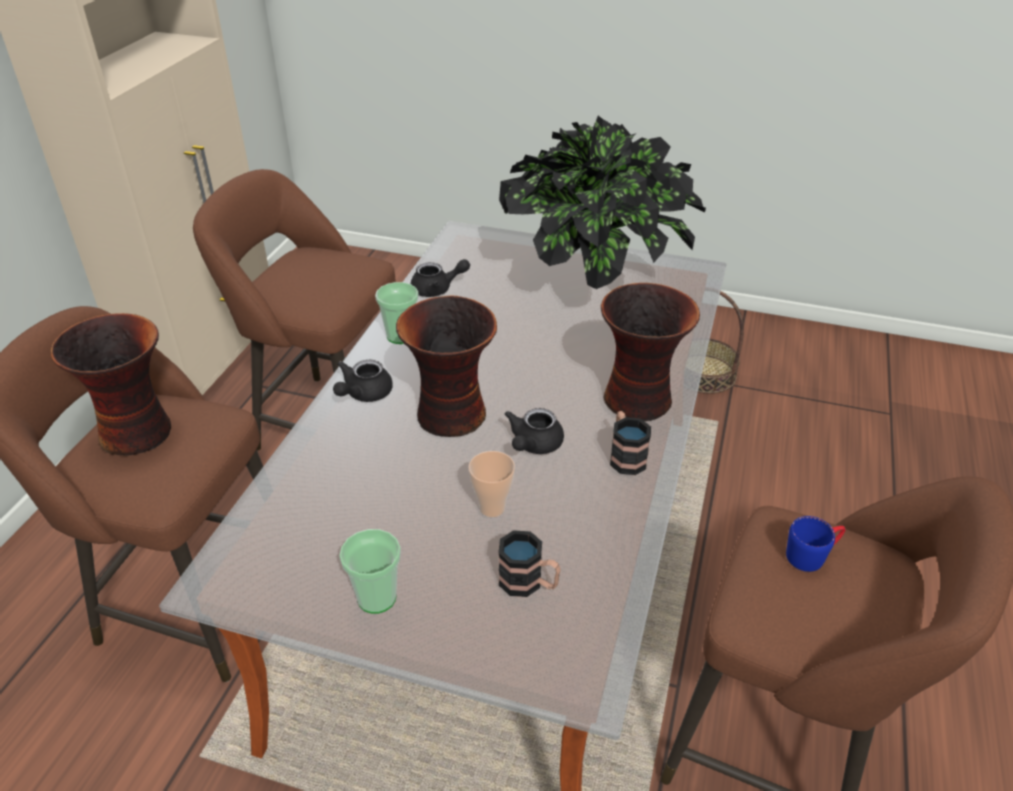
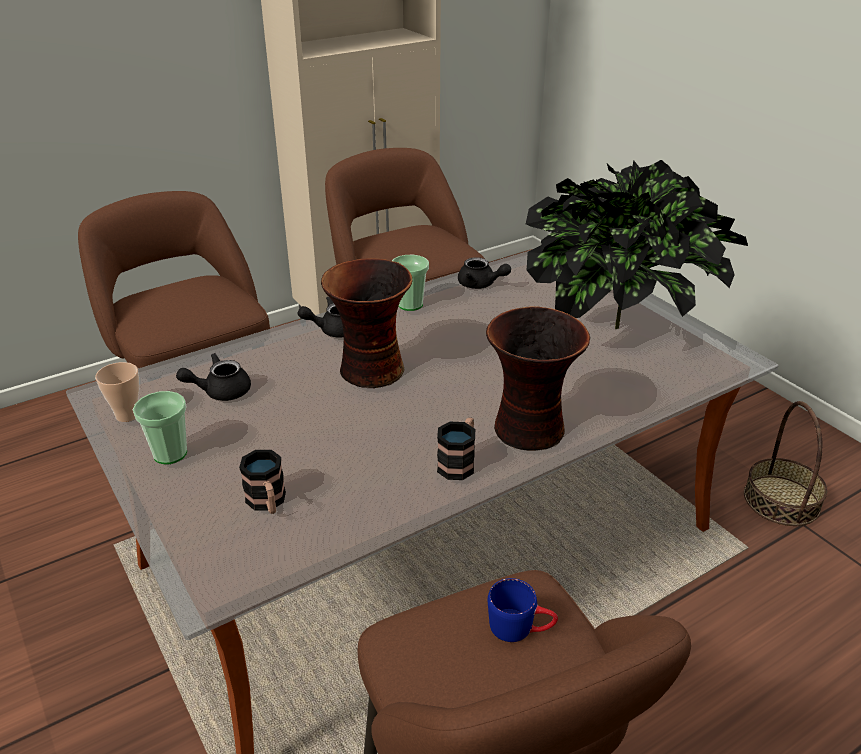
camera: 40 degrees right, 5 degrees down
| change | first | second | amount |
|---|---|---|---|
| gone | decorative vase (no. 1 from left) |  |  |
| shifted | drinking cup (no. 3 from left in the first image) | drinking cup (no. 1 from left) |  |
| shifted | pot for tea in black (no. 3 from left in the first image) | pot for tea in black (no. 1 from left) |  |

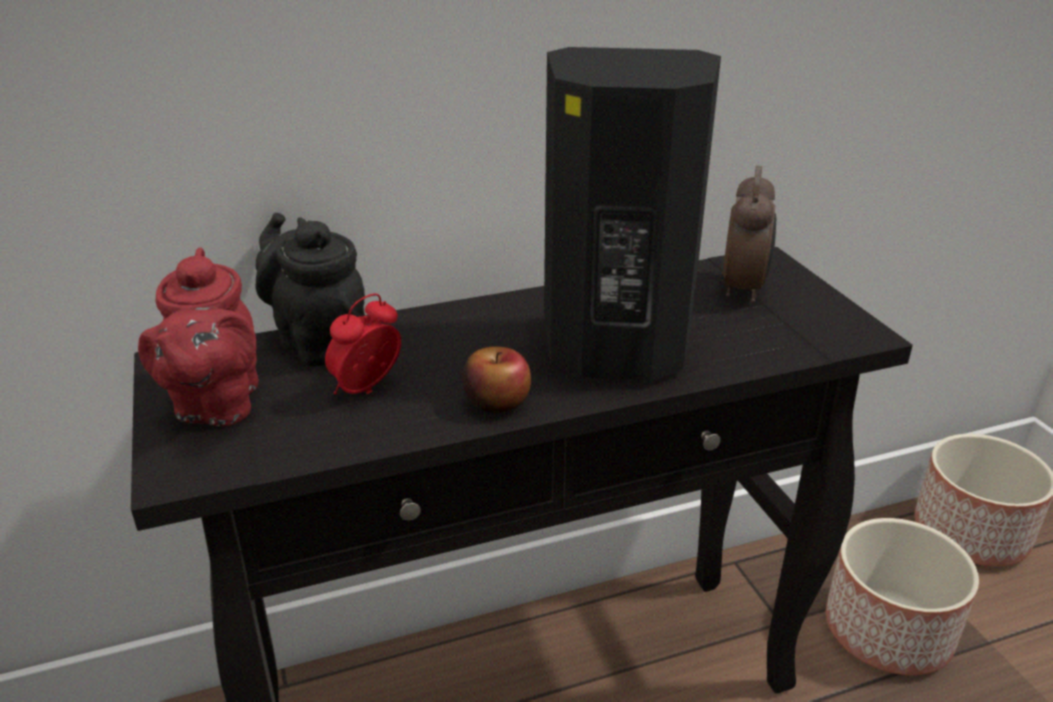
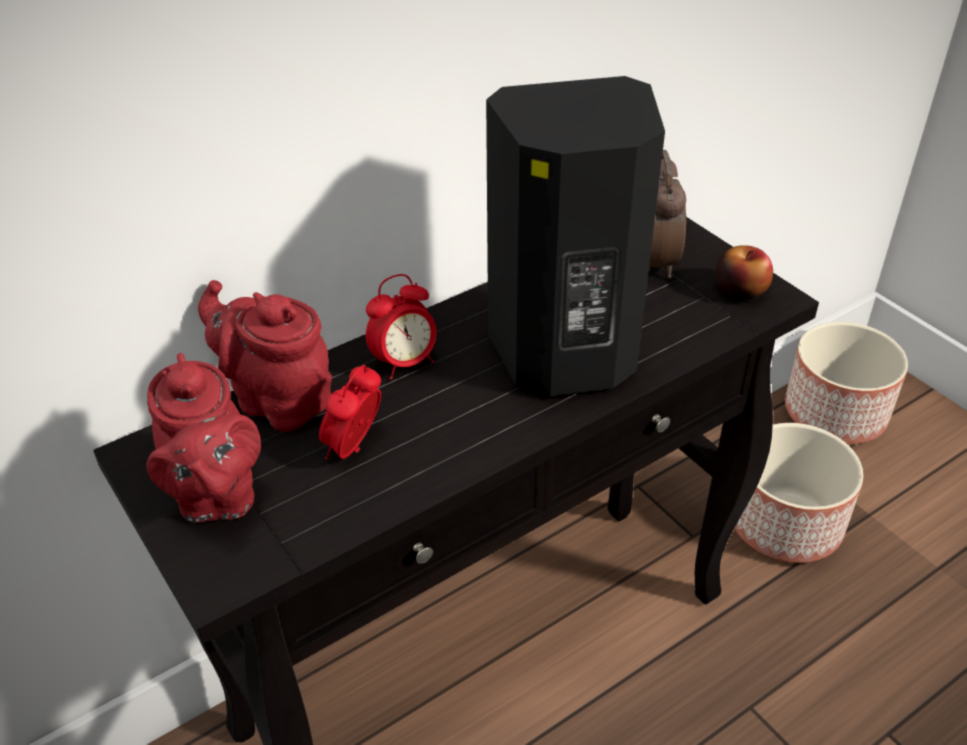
camera: 15 degrees left, 10 degrees up
| change | first | second | amount |
|---|---|---|---|
| new |  | table clock (no. 2 from left) |  |
| shifted | whole apple |  |  |
| repainted | pot for tea in black | pot for tea in reddish (no. 2 from left) |  |

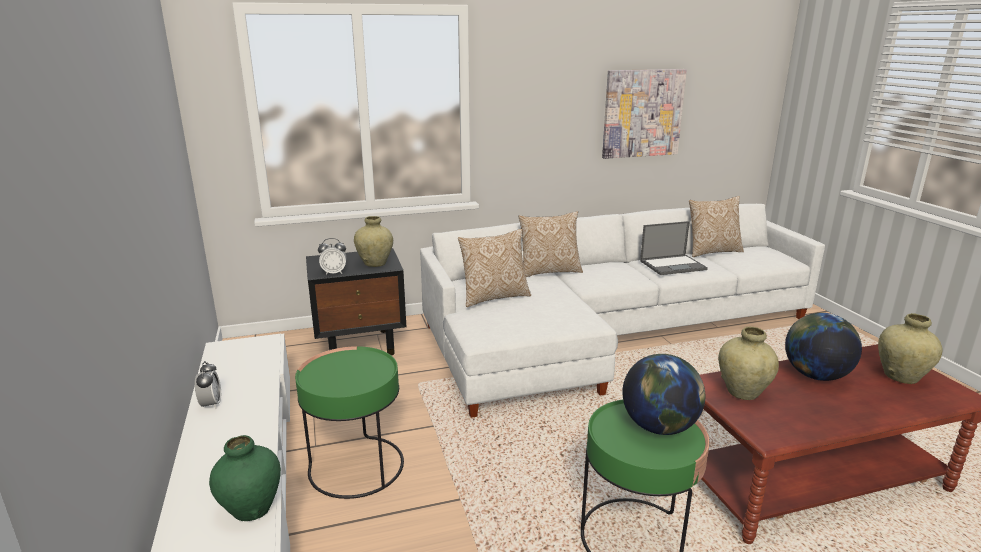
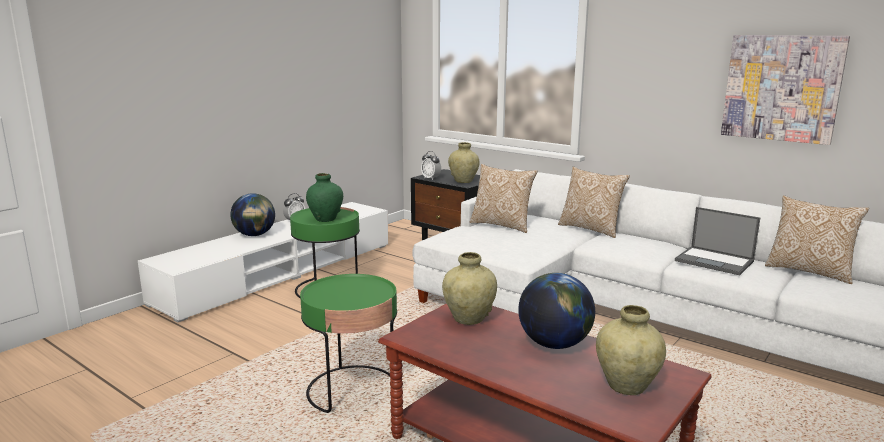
camera: 55 degrees right, 5 degrees down
| change | first | second | amount |
|---|---|---|---|
| shifted | decorative vase in green |  |  |
| shifted | desk globe (no. 1 from left) |  |  |

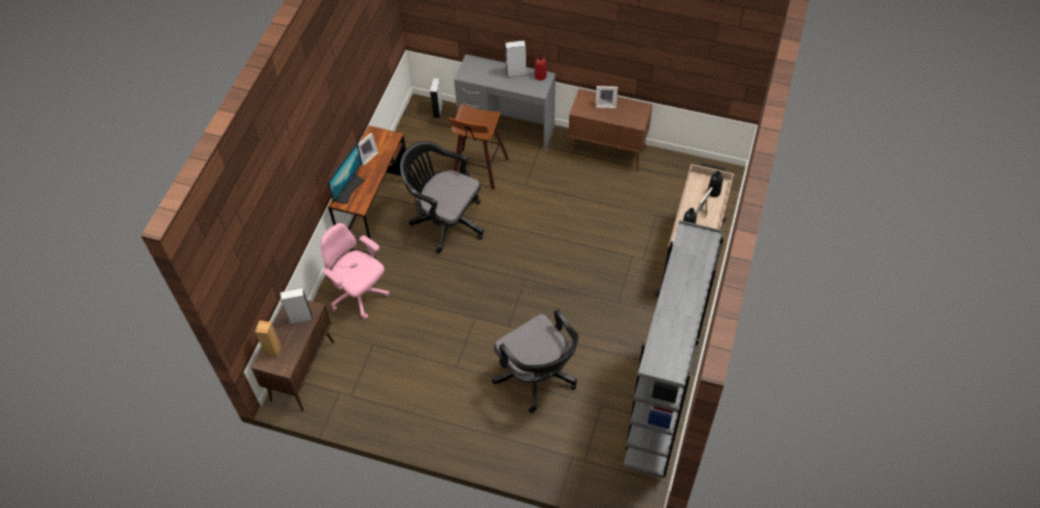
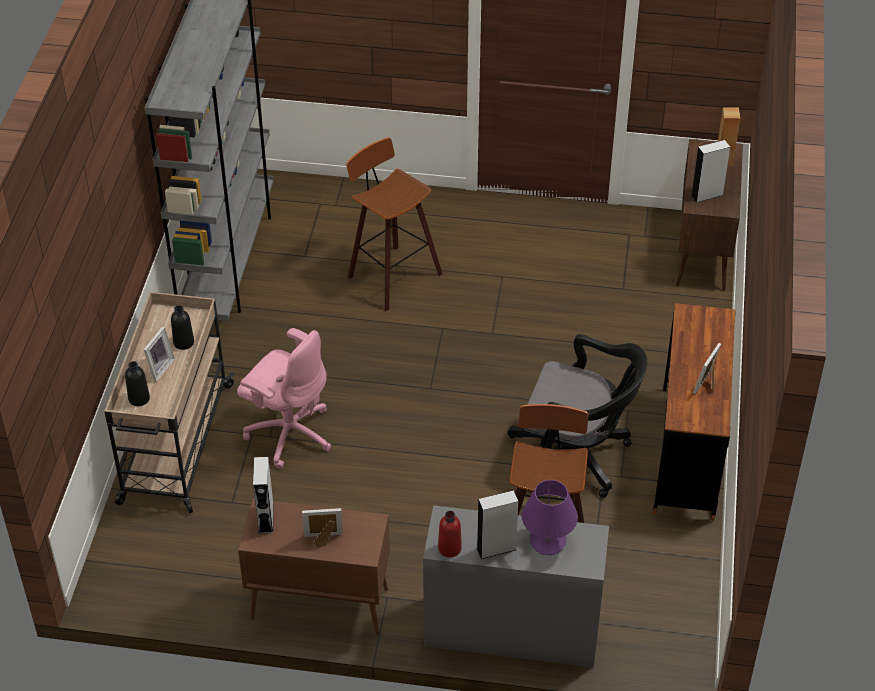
camera: 170 degrees right, 10 degrees down
| change | first | second | amount |
|---|---|---|---|
| gone | monitor |  |  |
| new |  | lamp for a table in purplish |  |
| shifted | office chair in pink-coloured |  |  |
| shifted | loudspeaker in grey (no. 2 from left in the first image) | loudspeaker in grey (no. 1 from left) |  |
| swapped | office chair in black (no. 2 from left) | sitting stool (no. 1 from left) |  |

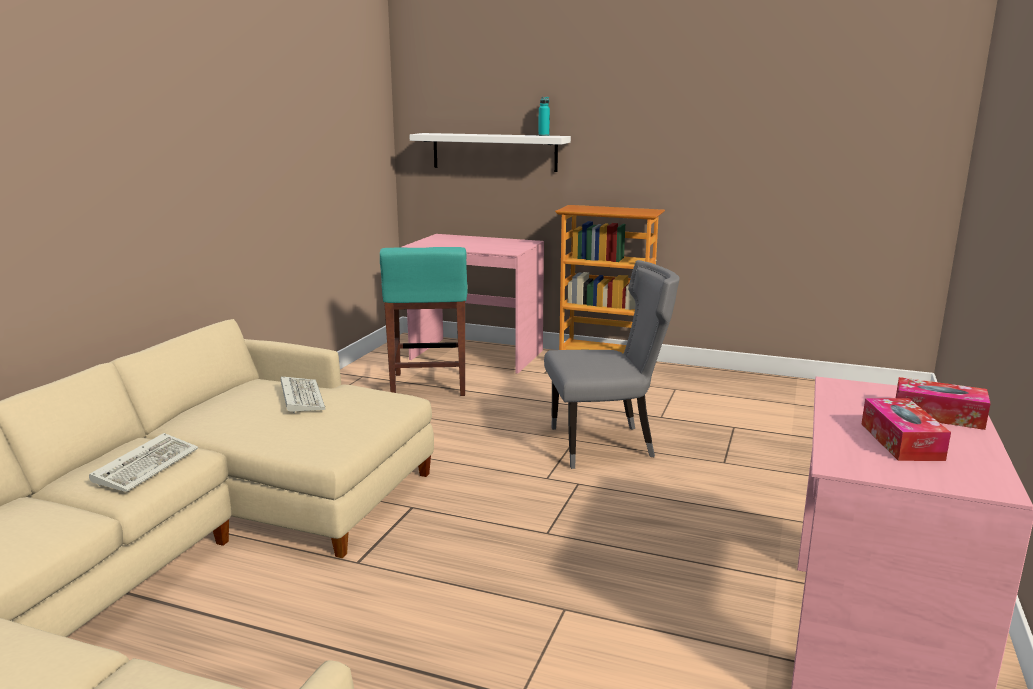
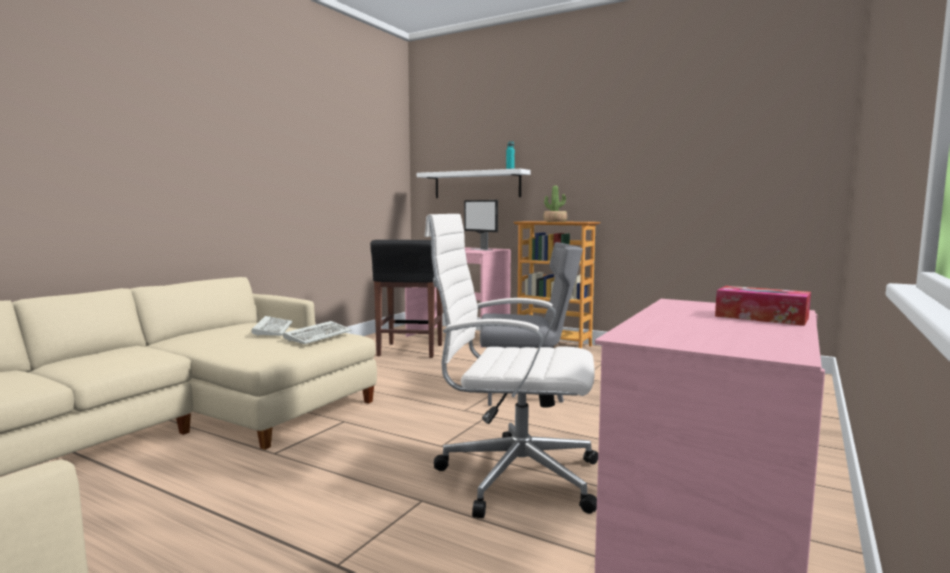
camera: 10 degrees right, 10 degrees down
| change | first | second | amount |
|---|---|---|---|
| gone | tissue box (no. 1 from left) |  |  |
| new |  | office chair in whitish |  |
| new |  | monitor |  |
| new |  | plant in a pot |  |
| shifted | keyboard (no. 1 from left in the first image) | keyboard (no. 2 from left) |  |
| repainted | sitting stool in blue-green | sitting stool in black |  |

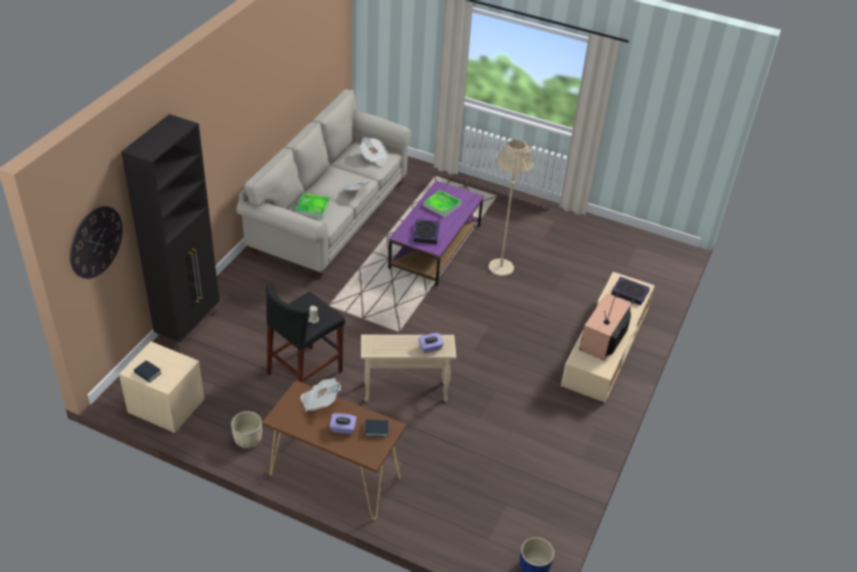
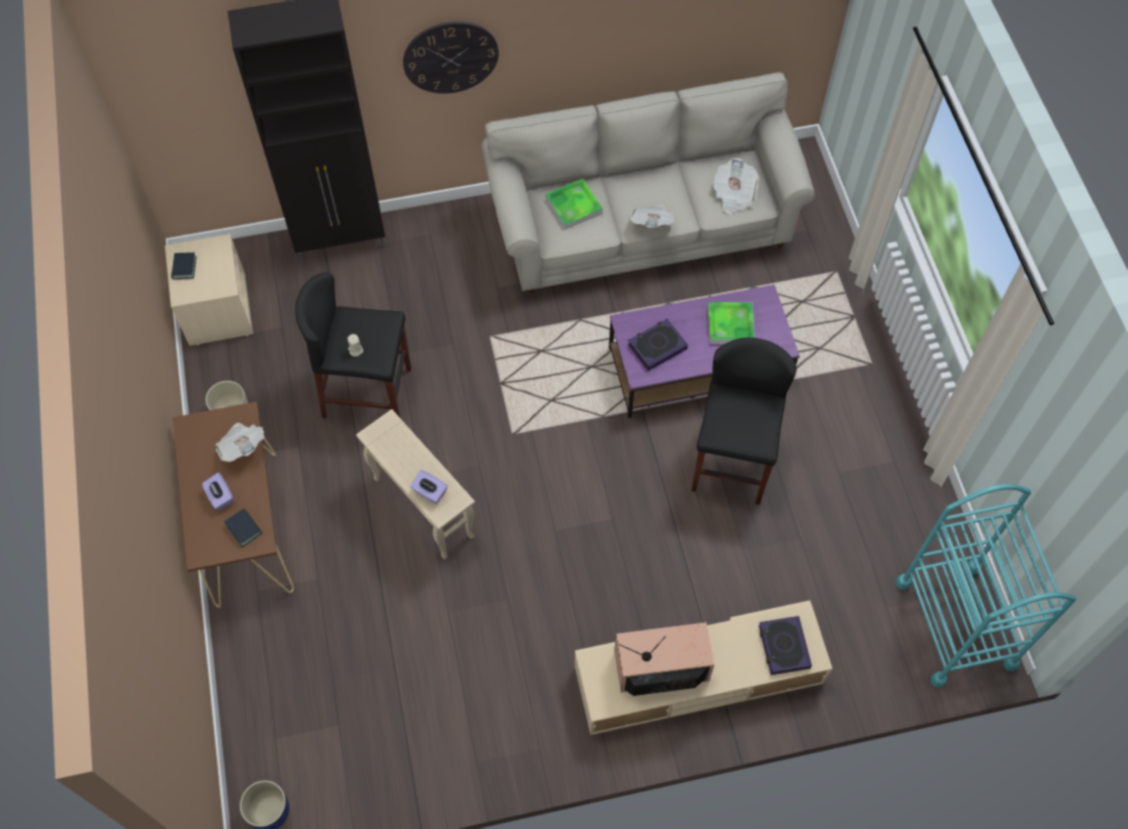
camera: 55 degrees right, 20 degrees up
| change | first | second | amount |
|---|---|---|---|
| new |  | wheeled cart in blue-green |  |
| shifted | wall clock |  |  |
| swapped | standing lamp in beige-coloured | sitting stool in black (no. 2 from left) |  |

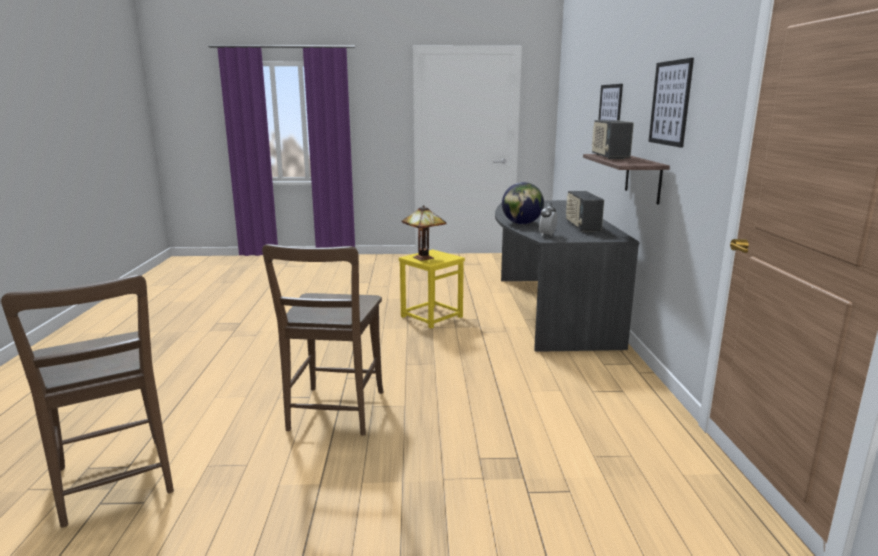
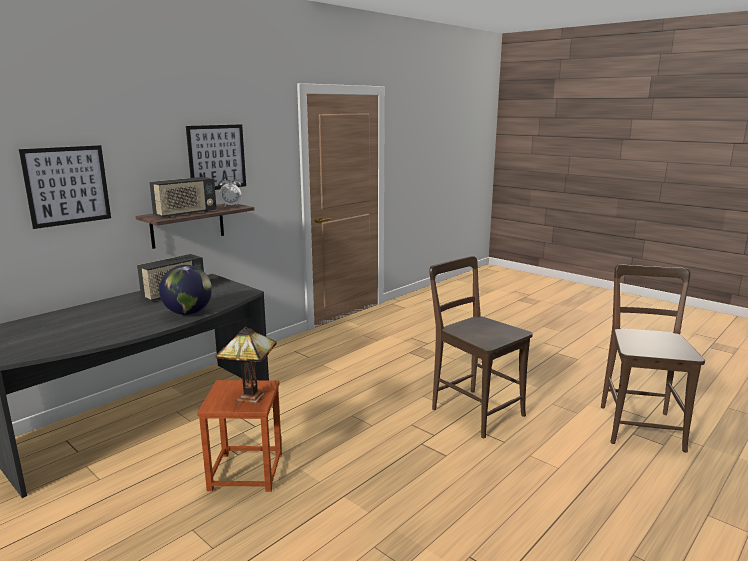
camera: 135 degrees left, 0 degrees up
| change | first | second | amount |
|---|---|---|---|
| shifted | table clock |  |  |
| repainted | sitting stool in yellow-coloured | sitting stool in brown-coloured |  |
| rotated | upright chair in brown-coloured (no. 2 from left in the first image) | upright chair in brown-coloured (no. 1 from left) | 90 degrees counterclockwise |

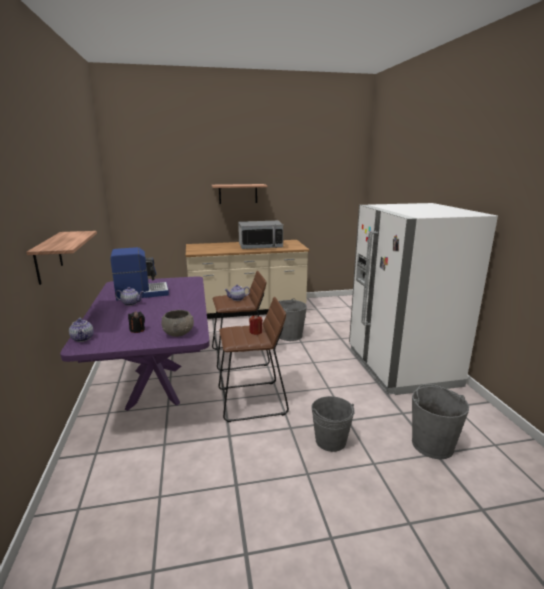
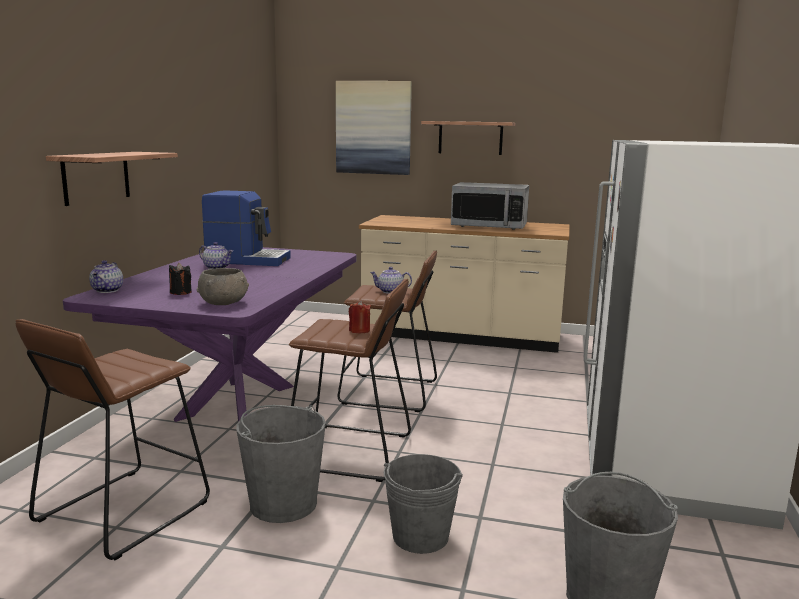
camera: 25 degrees right, 5 degrees down
| change | first | second | amount |
|---|---|---|---|
| new |  | sitting stool in brown-coloured (no. 1 from left) |  |
| new |  | picture |  |
| shifted | water bucket in grey (no. 1 from left) |  |  |

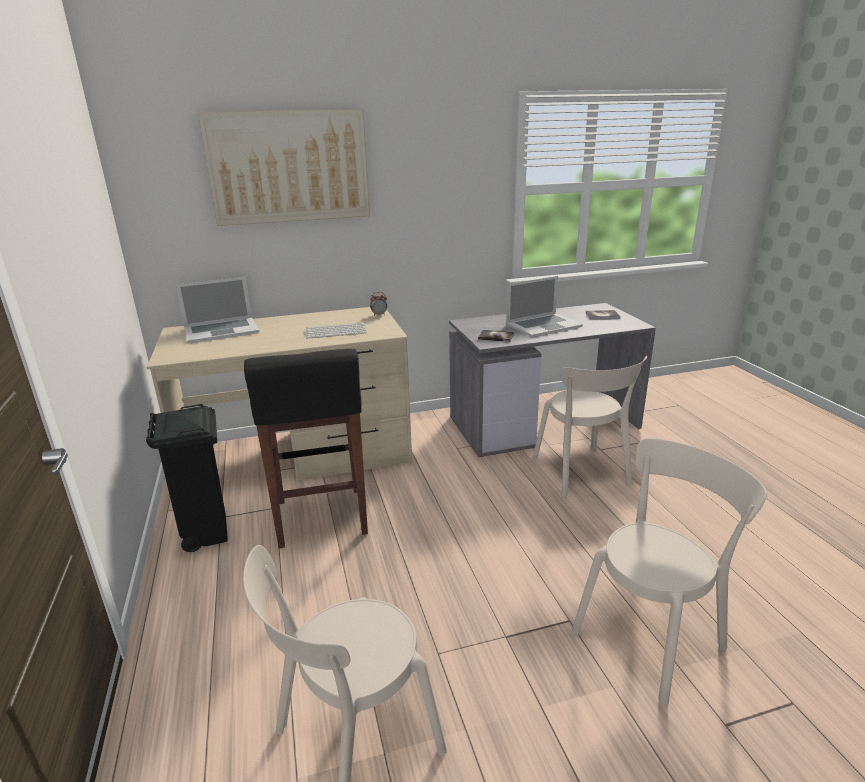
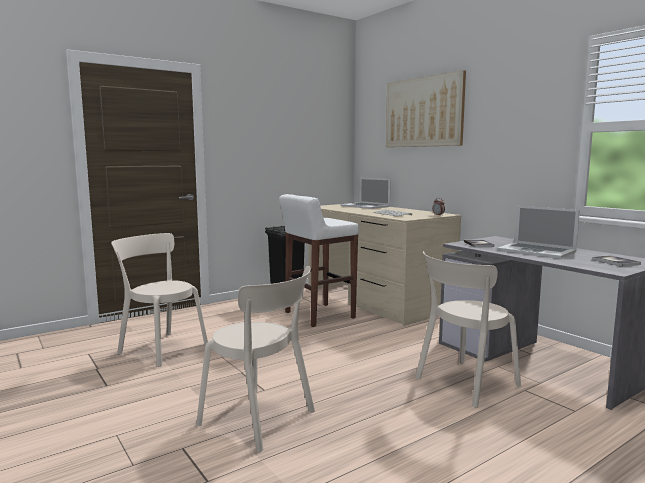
camera: 70 degrees right, 15 degrees down
| change | first | second | amount |
|---|---|---|---|
| repainted | sitting stool in black | sitting stool in whitish |  |

